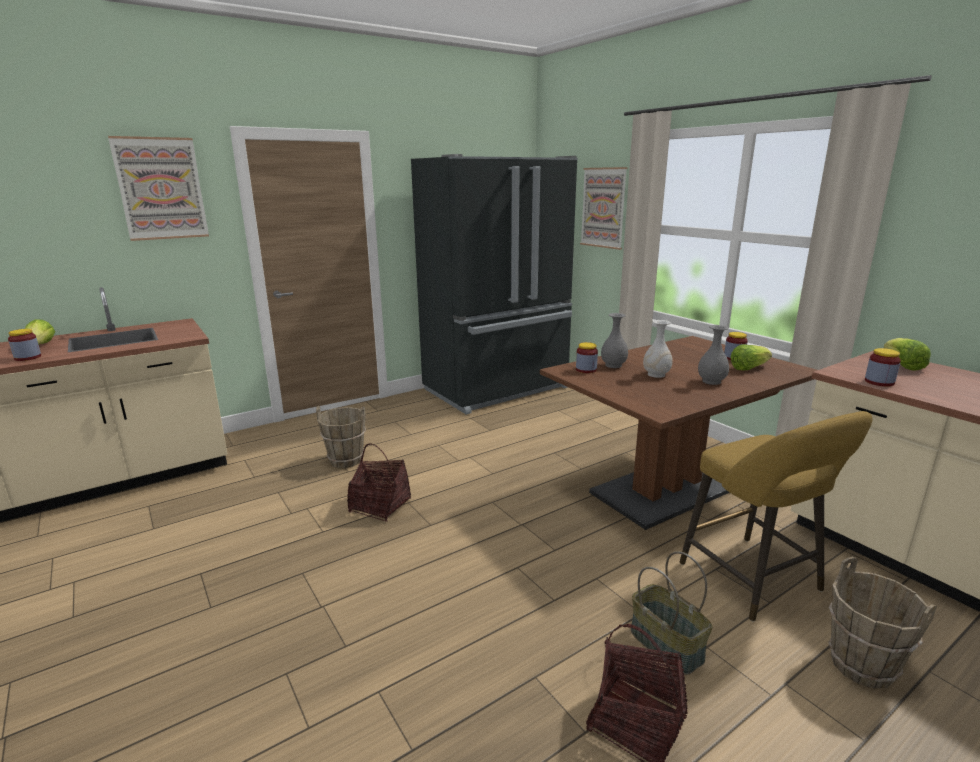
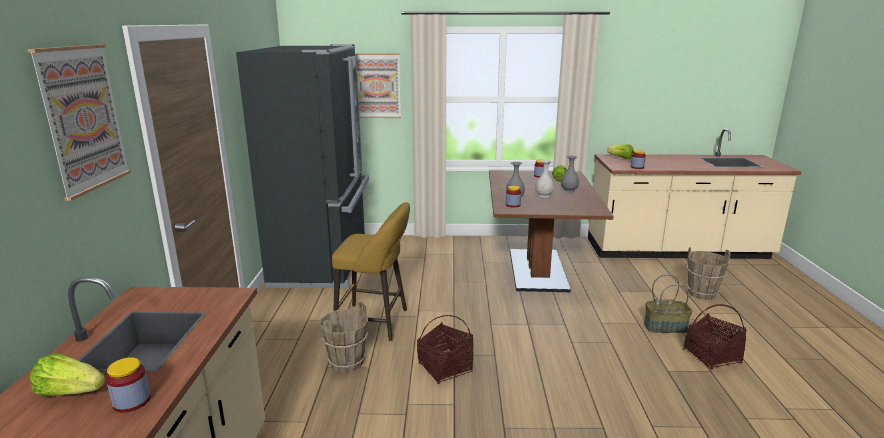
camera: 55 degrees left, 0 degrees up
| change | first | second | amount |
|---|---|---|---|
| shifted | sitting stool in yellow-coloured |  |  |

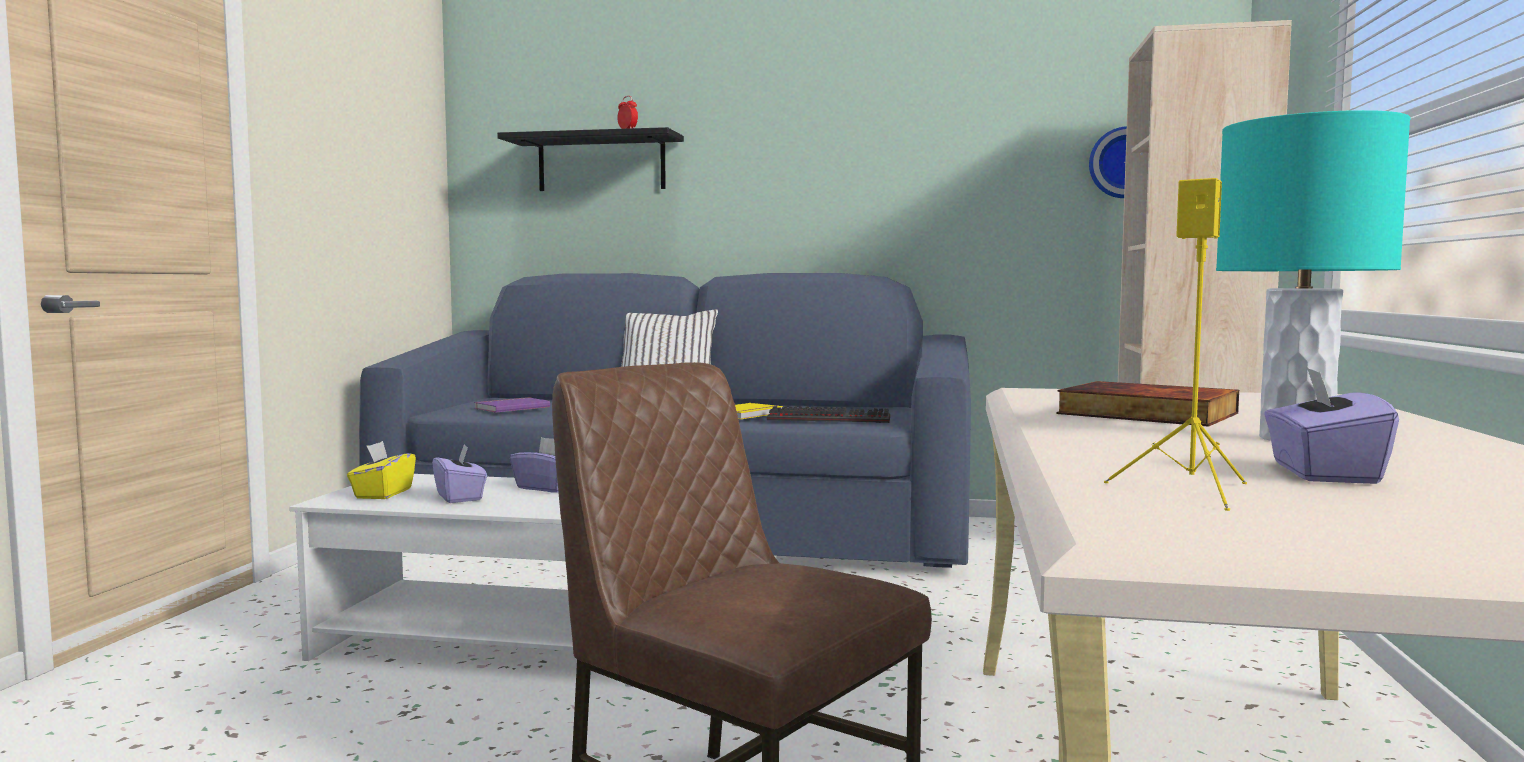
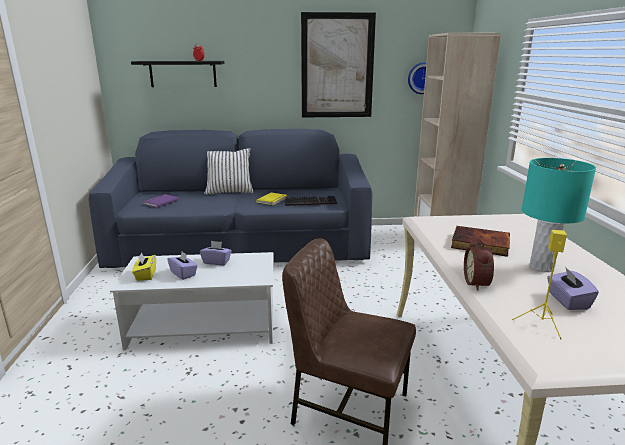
camera: 15 degrees left, 15 degrees up
| change | first | second | amount |
|---|---|---|---|
| new |  | picture |  |
| new |  | table clock (no. 2 from left) |  |

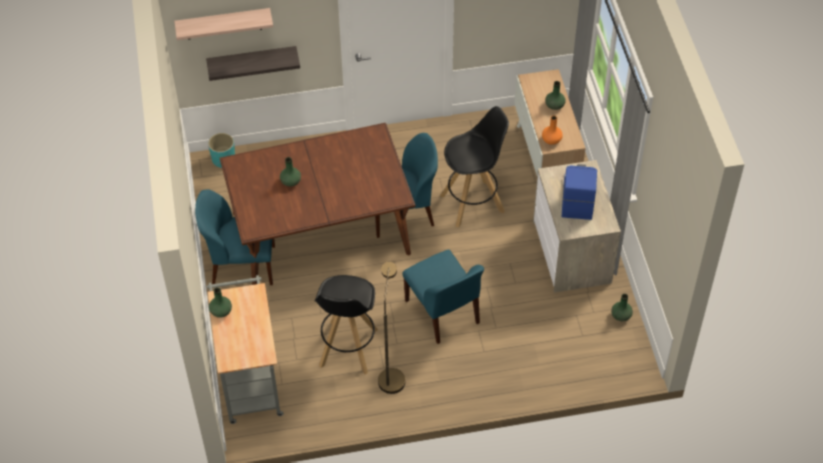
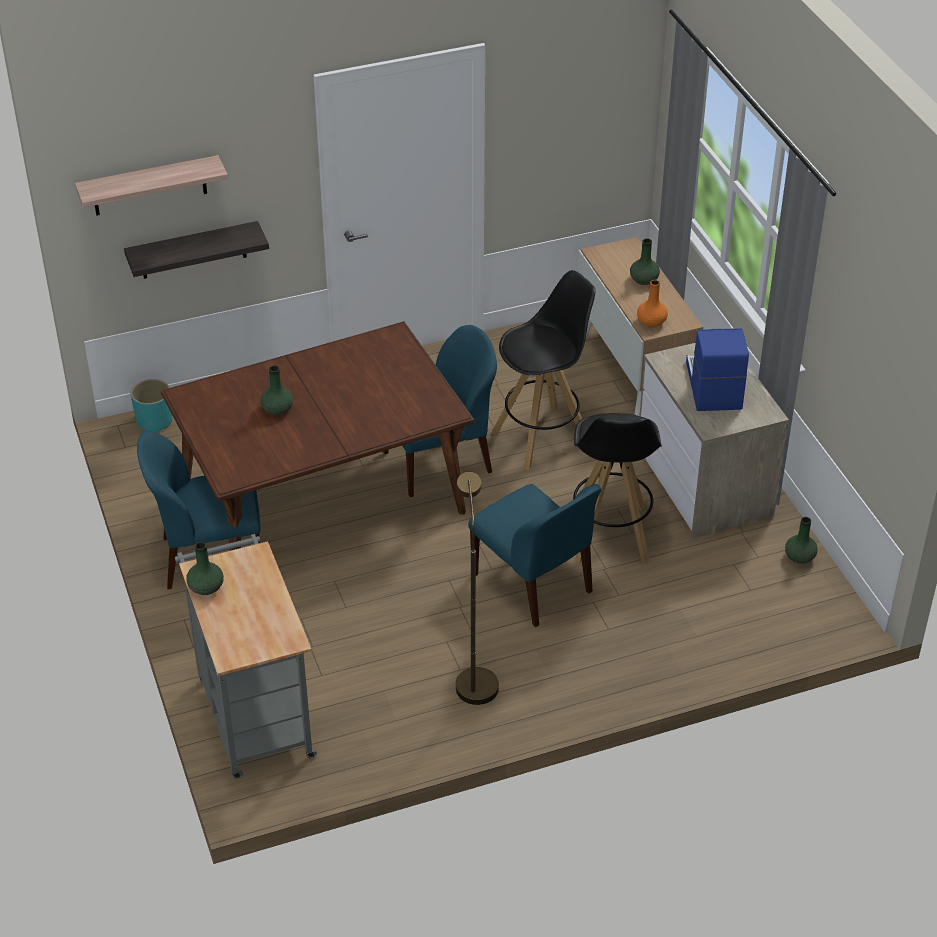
camera: 10 degrees left, 10 degrees down
| change | first | second | amount |
|---|---|---|---|
| shifted | sitting stool in black (no. 1 from left in the first image) | sitting stool in black (no. 2 from left) |  |

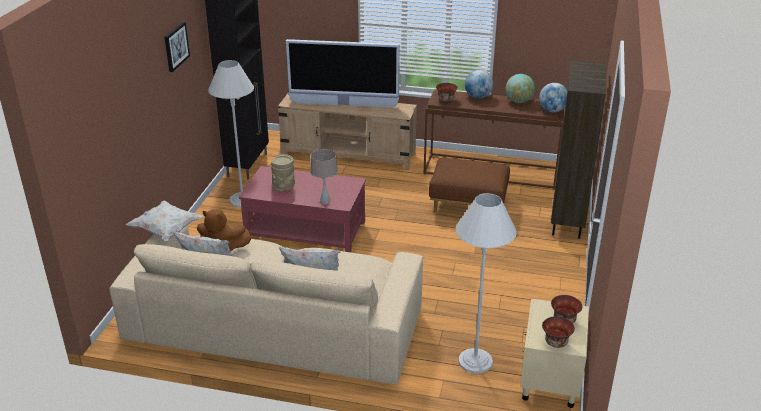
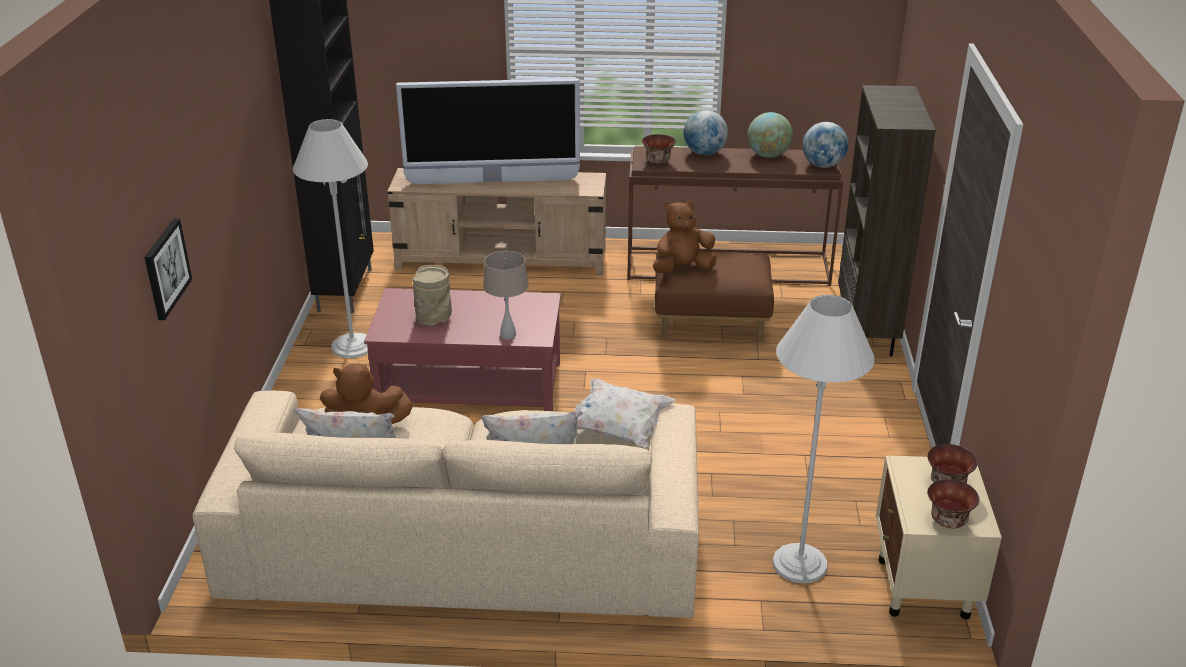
camera: 10 degrees left, 0 degrees up
| change | first | second | amount |
|---|---|---|---|
| new |  | soft toy in brown-coloured (no. 2 from left) |  |
| shifted | cushion in whitish (no. 1 from left in the first image) | cushion in whitish (no. 3 from left) |  |
| shifted | picture |  |  |

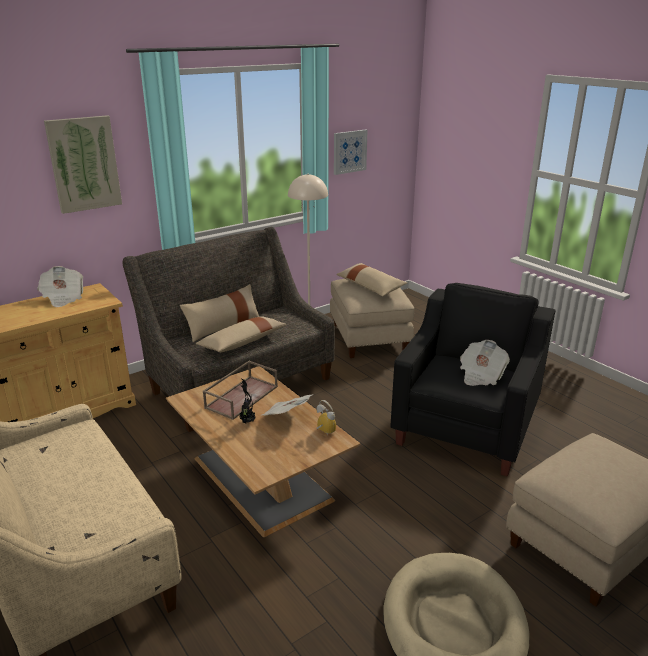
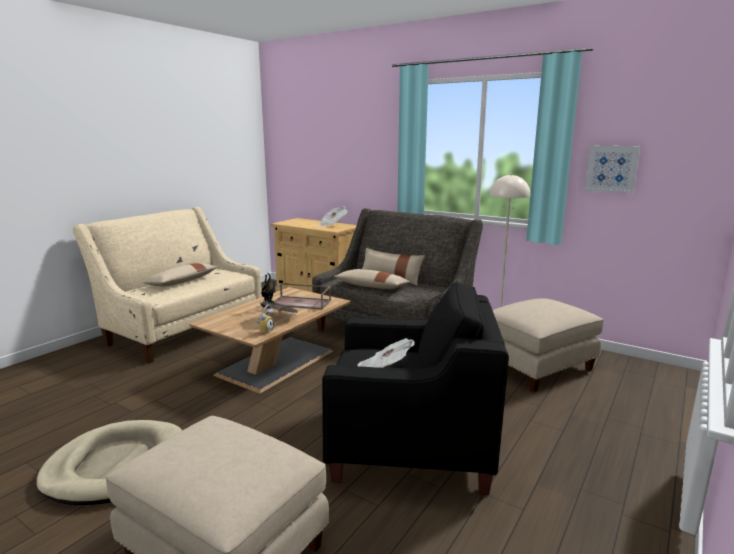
camera: 70 degrees right, 10 degrees down
| change | first | second | amount |
|---|---|---|---|
| gone | picture (no. 1 from left) |  |  |
| shifted | cushion in beige-coloured (no. 3 from left in the first image) | cushion in beige-coloured (no. 1 from left) |  |

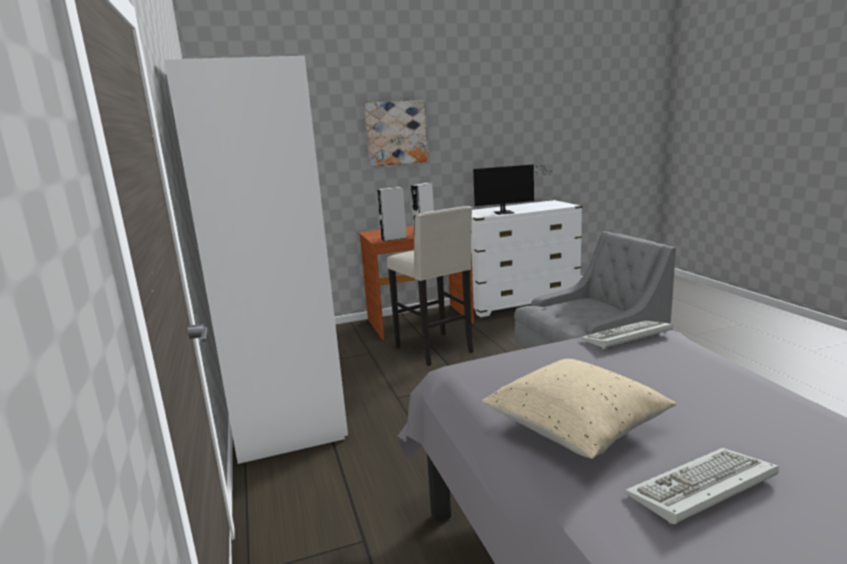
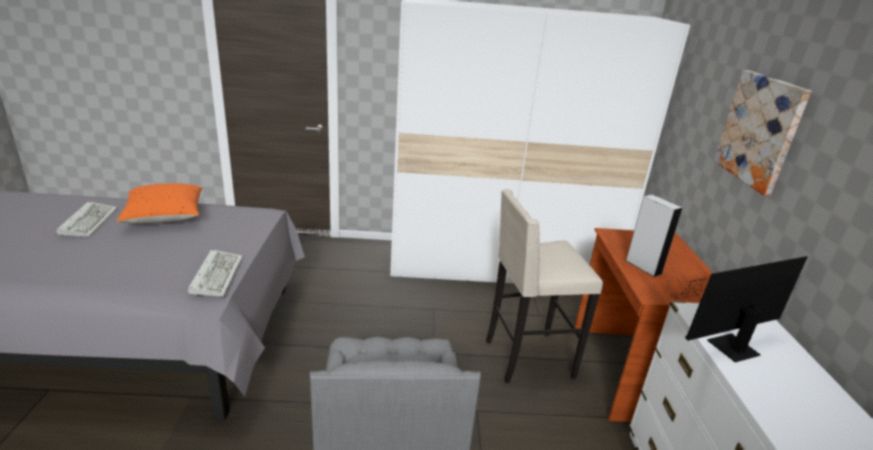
camera: 105 degrees right, 10 degrees up
| change | first | second | amount |
|---|---|---|---|
| gone | loudspeaker in grey (no. 1 from left) |  |  |
| repainted | cushion in beige-coloured | cushion in orange-coloured |  |
| rotated | monitor |  | 60 degrees clockwise |

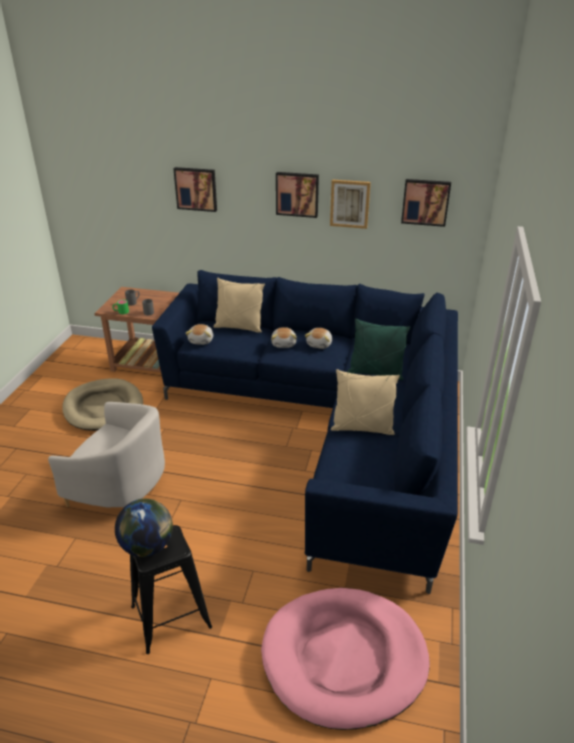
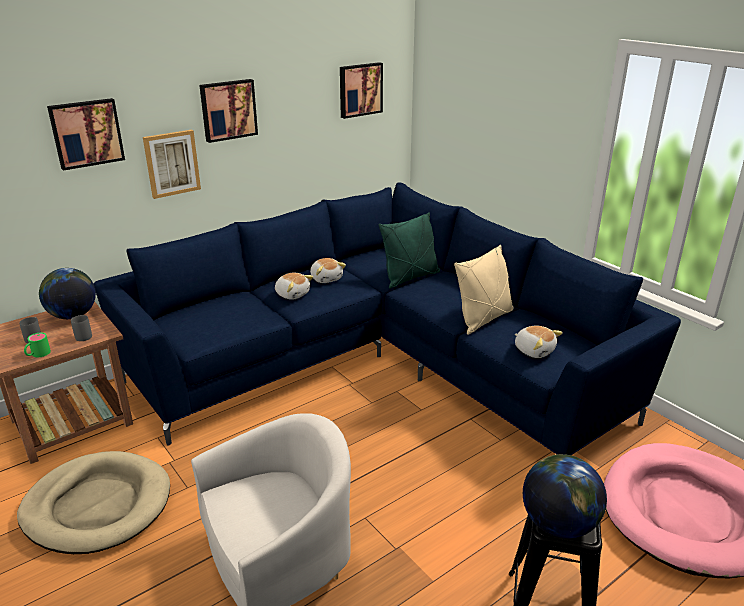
camera: 50 degrees left, 5 degrees down
| change | first | second | amount |
|---|---|---|---|
| gone | cushion in beige-coloured (no. 1 from left) |  |  |
| new |  | desk globe (no. 1 from left) |  |
| shifted | soft toy (no. 1 from left in the first image) | soft toy (no. 3 from left) |  |
| shifted | picture (no. 3 from left in the first image) | picture (no. 2 from left) |  |

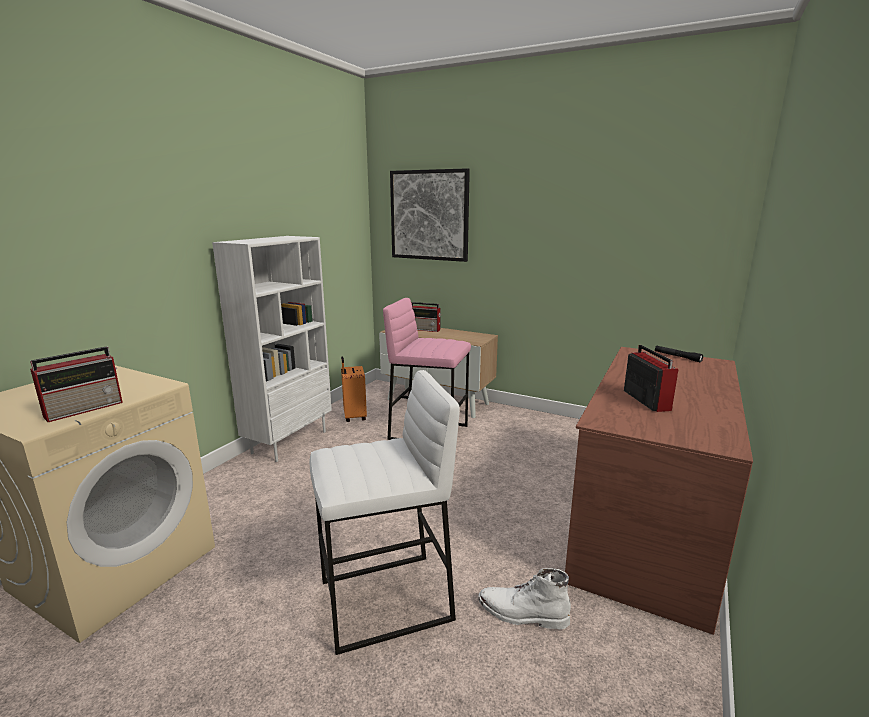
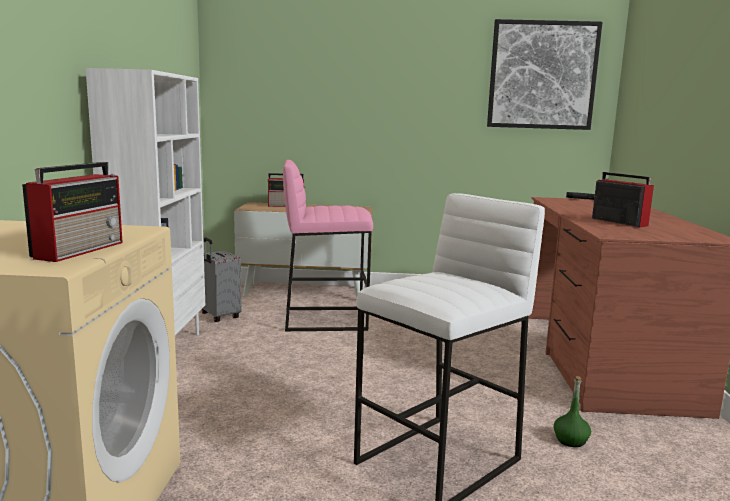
camera: 25 degrees left, 5 degrees down
| change | first | second | amount |
|---|---|---|---|
| shifted | picture |  |  |
| swapped | high-top boot in whitish | beverage bottle in green |  |
| repainted | suitcase in orange-coloured | suitcase in grey |  |

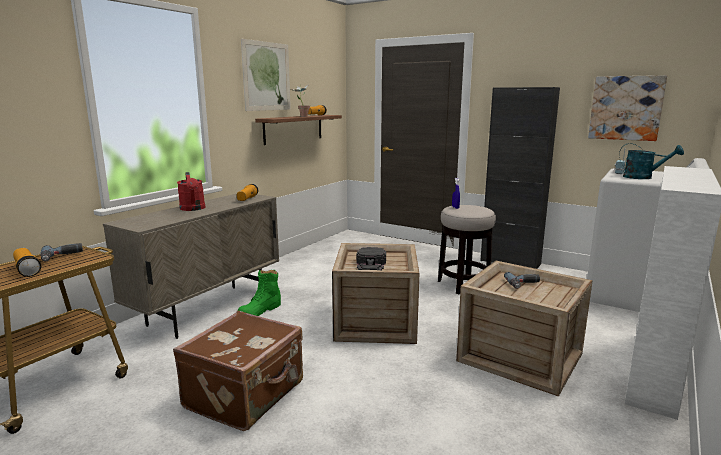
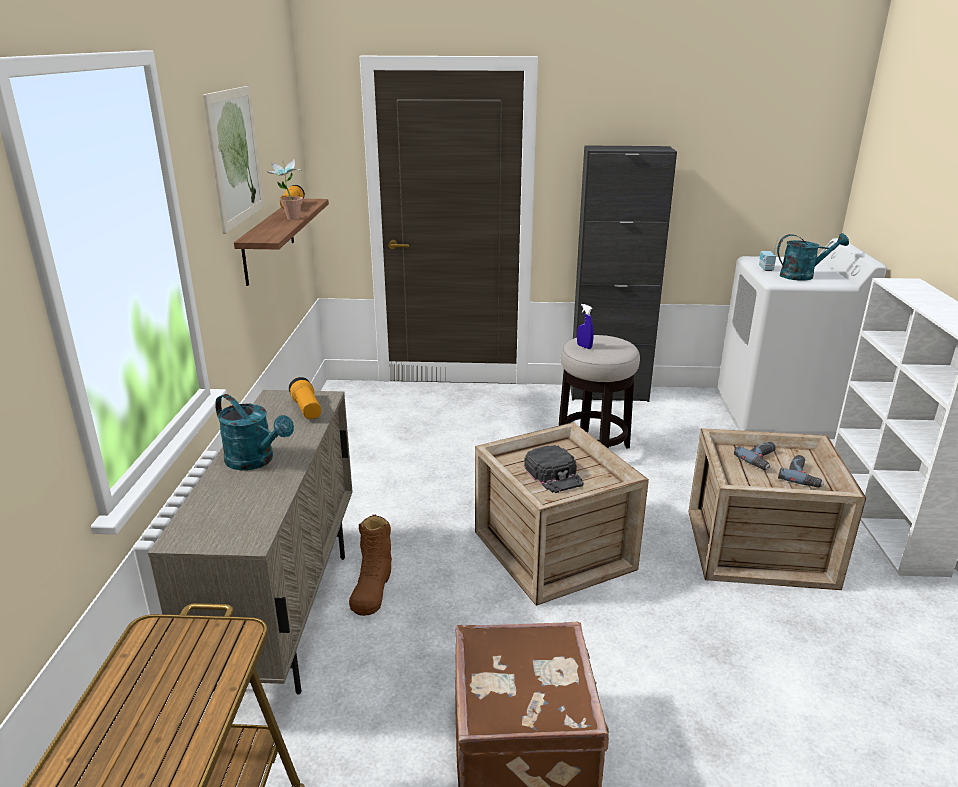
camera: 30 degrees left, 10 degrees up
| change | first | second | amount |
|---|---|---|---|
| gone | torch (no. 1 from left) |  |  |
| gone | picture (no. 2 from left) |  |  |
| shifted | power drill (no. 1 from left in the first image) | power drill (no. 2 from left) |  |
| repainted | watering pot in reddish | watering pot in blue-green (no. 1 from left) |  |
| repainted | high-top boot in green | high-top boot in brown-coloured |  |

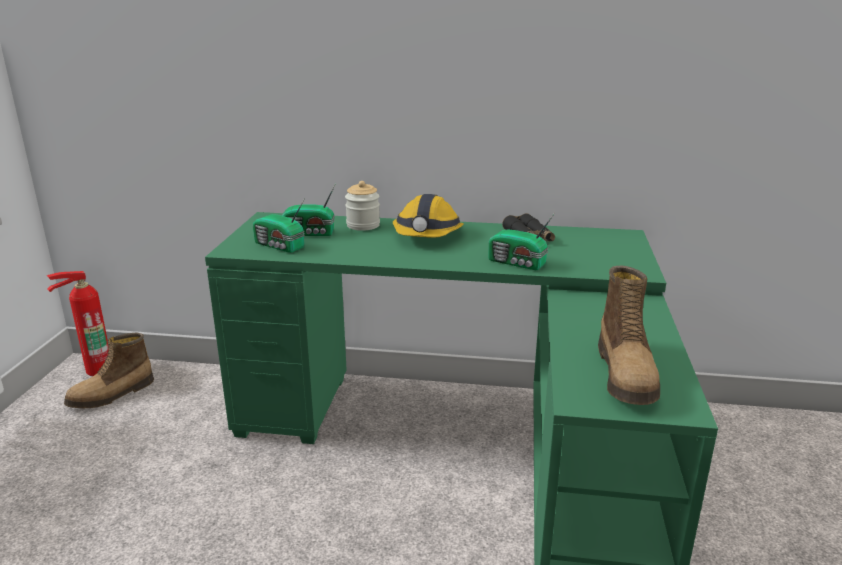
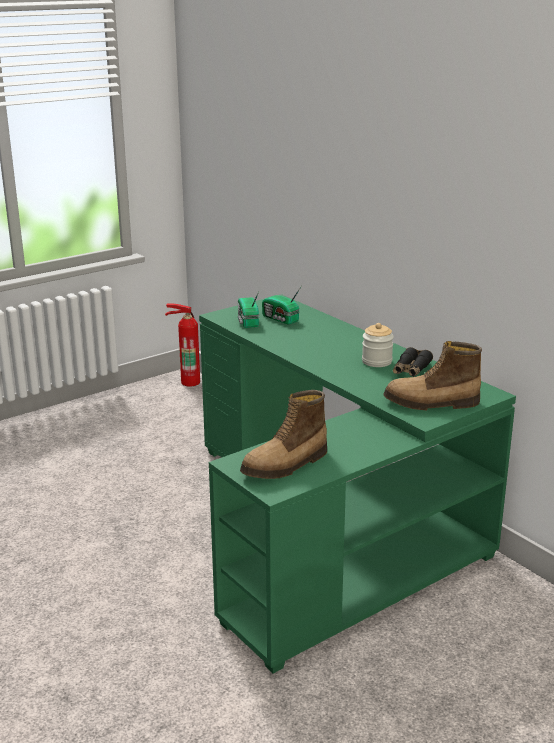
camera: 45 degrees right, 0 degrees up
| change | first | second | amount |
|---|---|---|---|
| gone | safety helmet |  |  |
| gone | radio (no. 3 from left) |  |  |
| shifted | high-top boot (no. 1 from left in the first image) | high-top boot (no. 2 from left) |  |
| shifted | storage jar |  |  |

